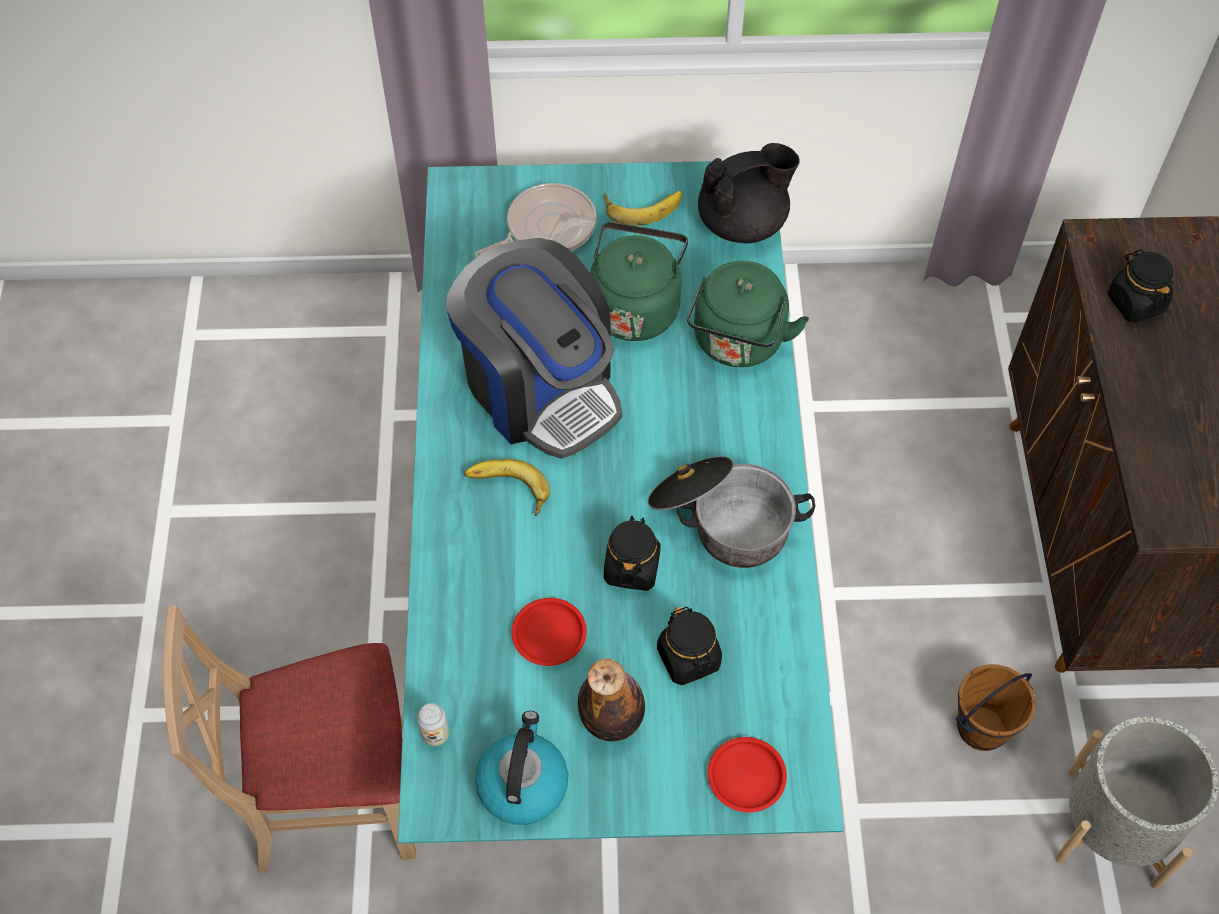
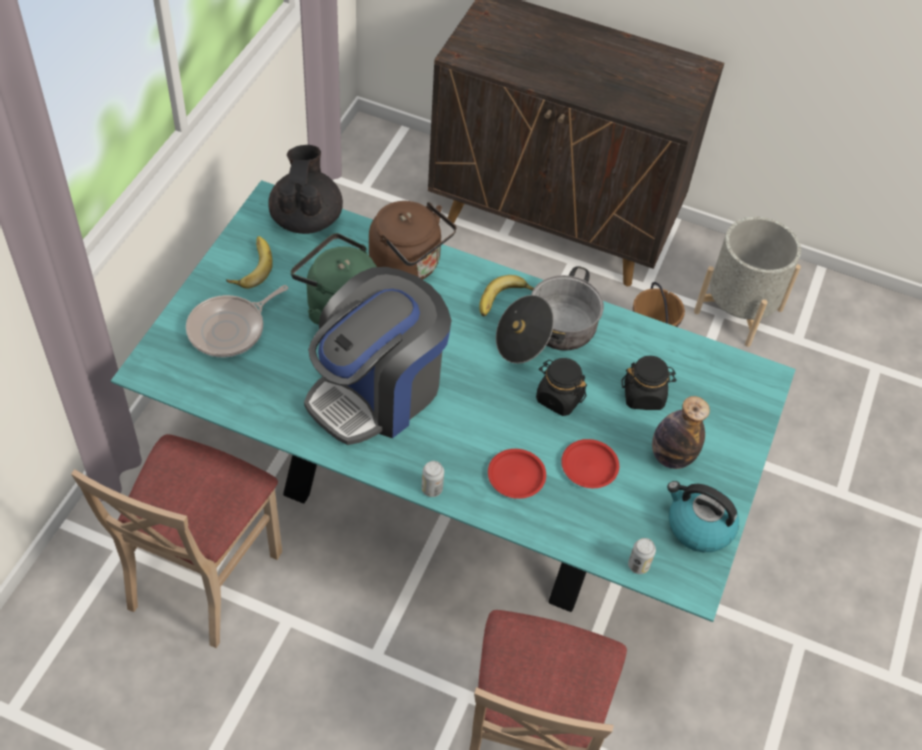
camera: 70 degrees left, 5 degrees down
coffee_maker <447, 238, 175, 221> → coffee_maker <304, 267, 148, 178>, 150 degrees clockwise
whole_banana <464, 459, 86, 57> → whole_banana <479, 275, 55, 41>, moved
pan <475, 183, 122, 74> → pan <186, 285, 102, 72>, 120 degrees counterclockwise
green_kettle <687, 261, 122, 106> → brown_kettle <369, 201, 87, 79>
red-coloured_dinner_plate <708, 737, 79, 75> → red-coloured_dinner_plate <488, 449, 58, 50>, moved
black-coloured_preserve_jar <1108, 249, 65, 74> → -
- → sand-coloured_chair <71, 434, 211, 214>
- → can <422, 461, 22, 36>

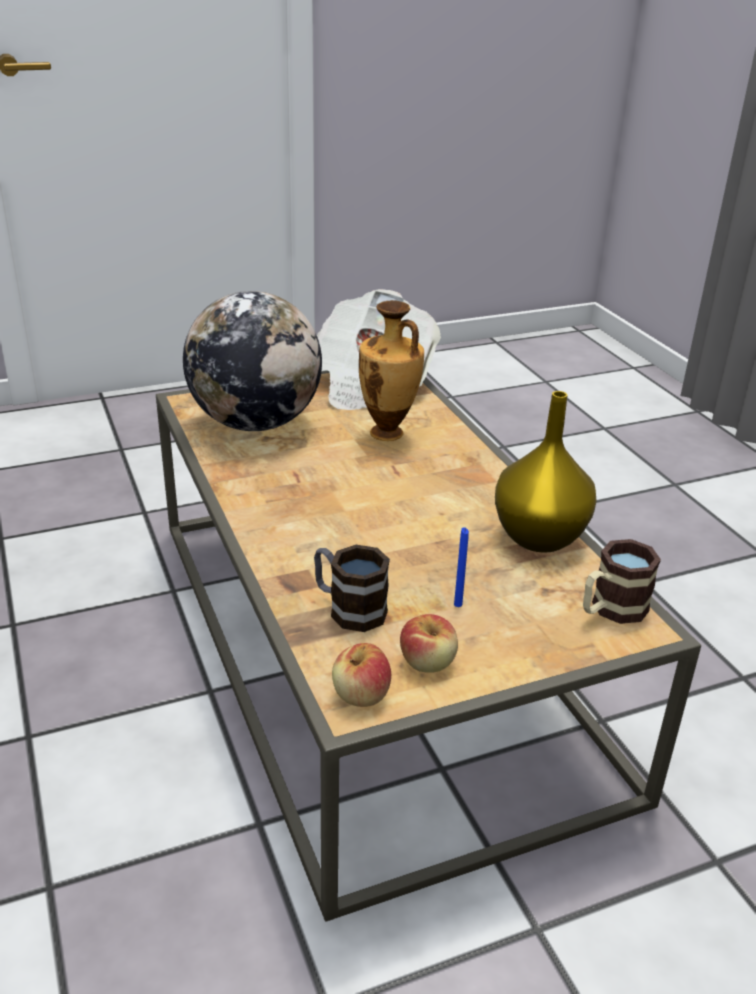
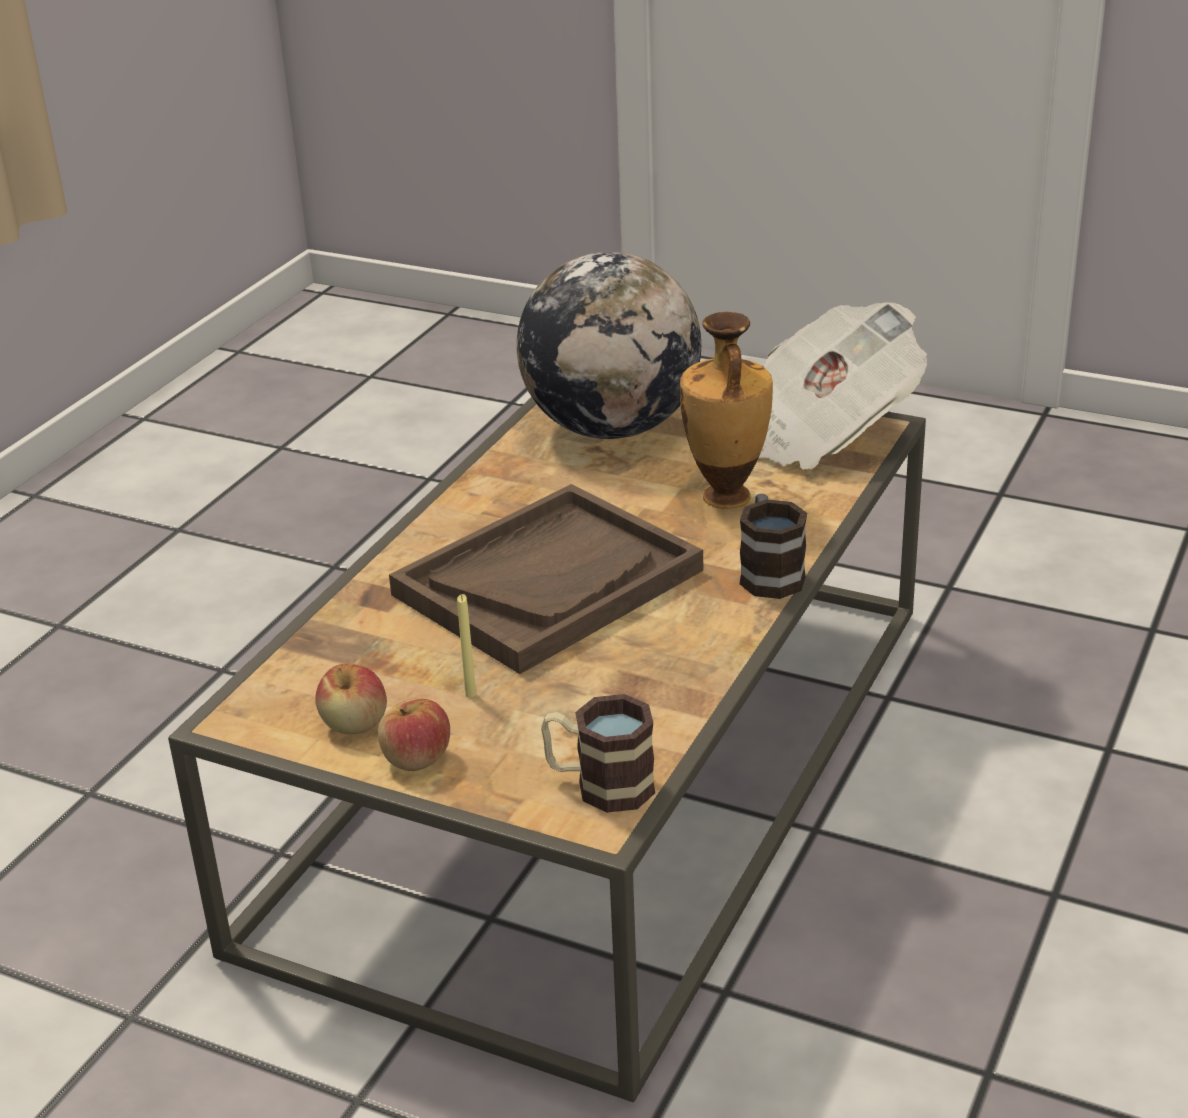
camera: 50 degrees right, 0 degrees up
mug <314, 545, 76, 87> → mug <740, 494, 67, 105>, moved
apple_fruit <332, 643, 59, 64> → apple_fruit <378, 698, 72, 73>, moved
blue-coloured_wax_light <454, 527, 15, 80> → yellow-coloured_wax_light <457, 594, 19, 104>
yellow-coloured_vase <495, 391, 102, 162> → -
- → brown_tray <389, 484, 314, 190>

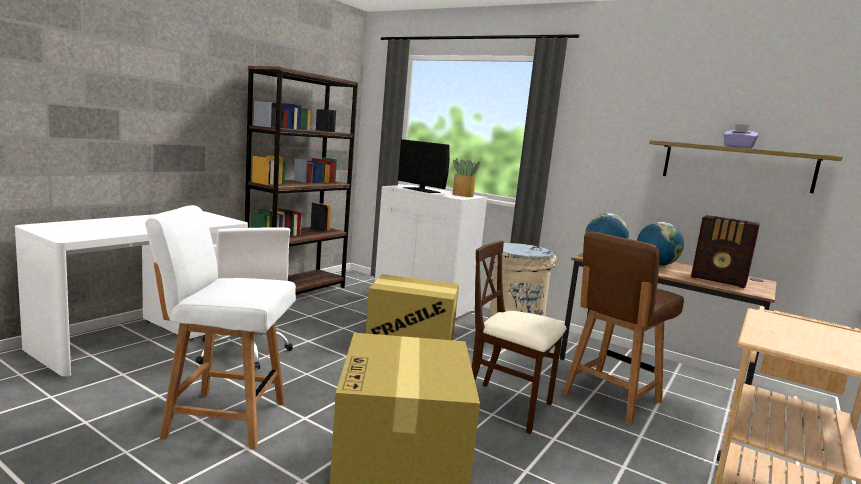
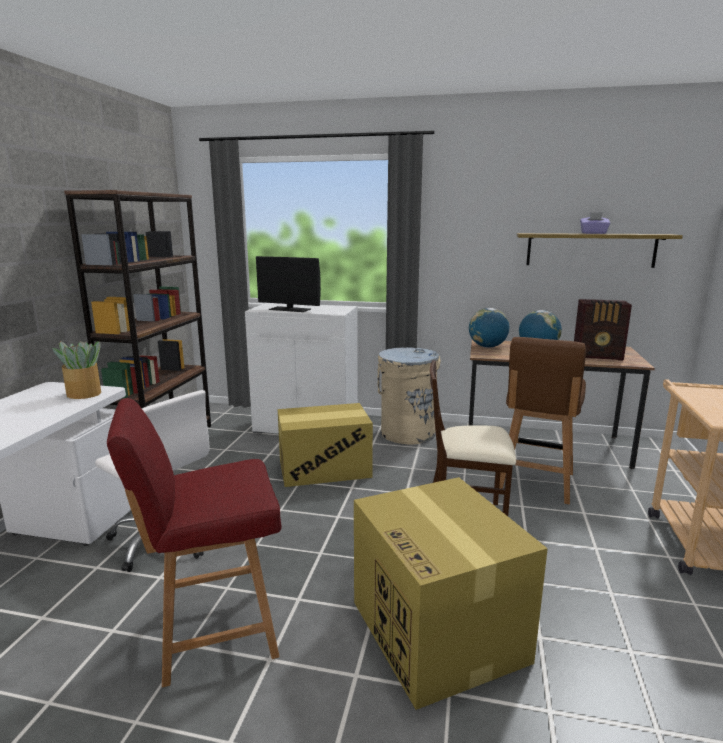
camera: 20 degrees left, 5 degrees up
whitish_chair <145, 205, 151, 244> → red-coloured_chair <107, 398, 175, 289>
potted_plant <453, 158, 28, 39> → potted_plant <52, 341, 49, 58>, moved

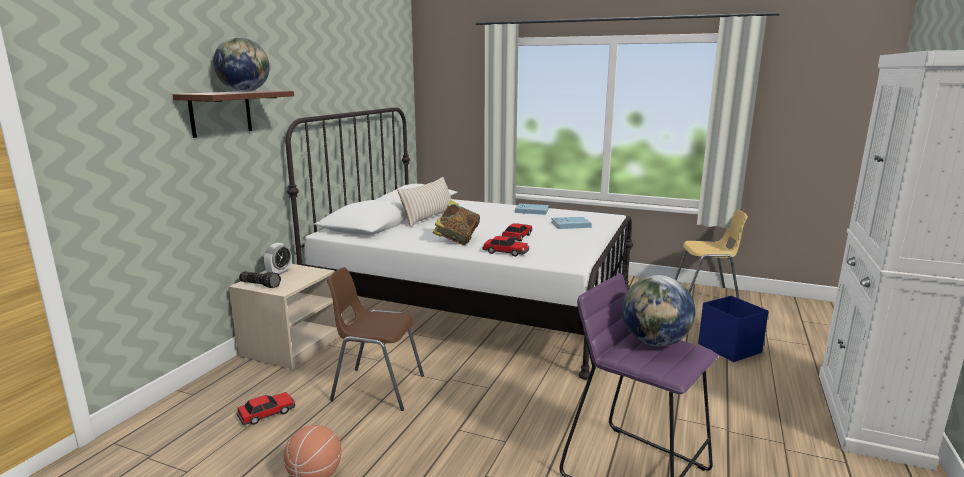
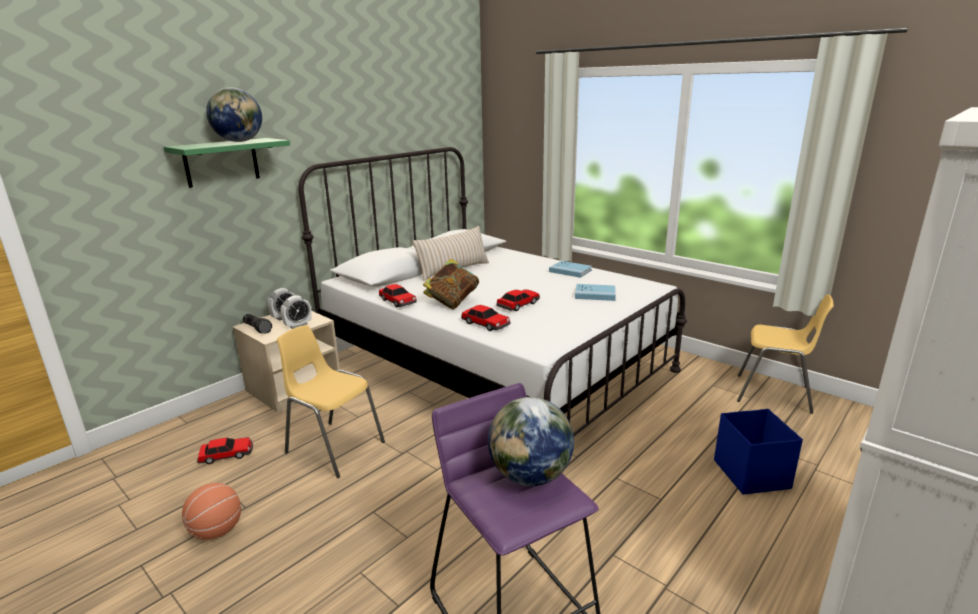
camera: 20 degrees right, 5 degrees up
brown_shelf <172, 91, 122, 47> → green_shelf <164, 138, 126, 50>
brown_chair <327, 267, 97, 144> → yellow-coloured_chair <277, 325, 108, 153>
- → bedside_clock <280, 295, 32, 34>
- → toy_car <379, 284, 38, 23>

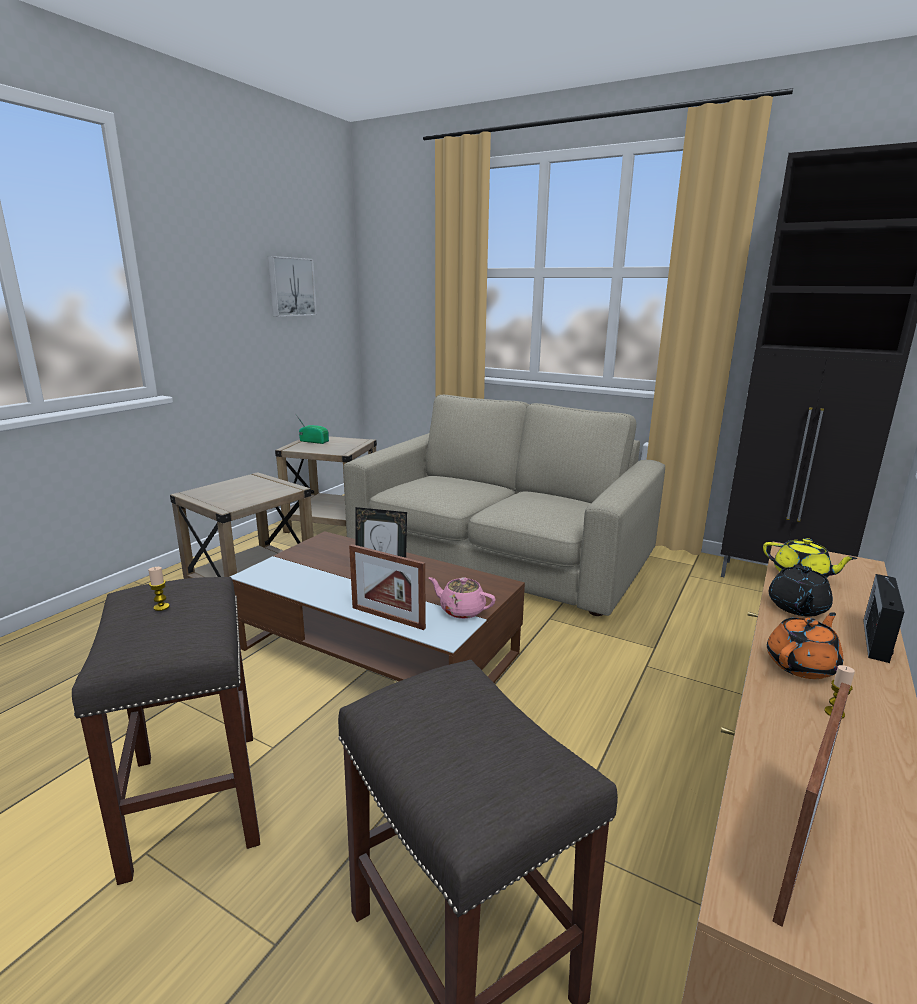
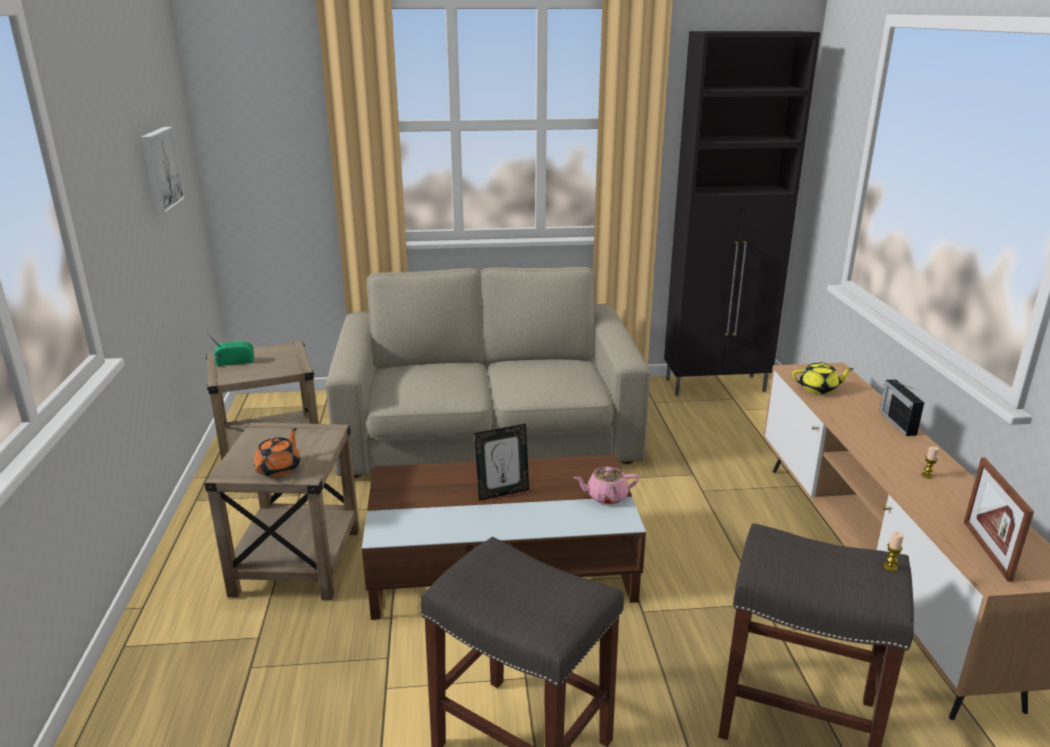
camera: 35 degrees left, 5 degrees up
wax_light <148, 567, 22, 44> → wax_light <883, 532, 21, 40>, moved
picture_frame <349, 544, 77, 86> → -
orange_teapot <767, 612, 76, 67> → orange_teapot <254, 428, 46, 49>, moved
black-coloured_teapot <769, 565, 64, 52> → -

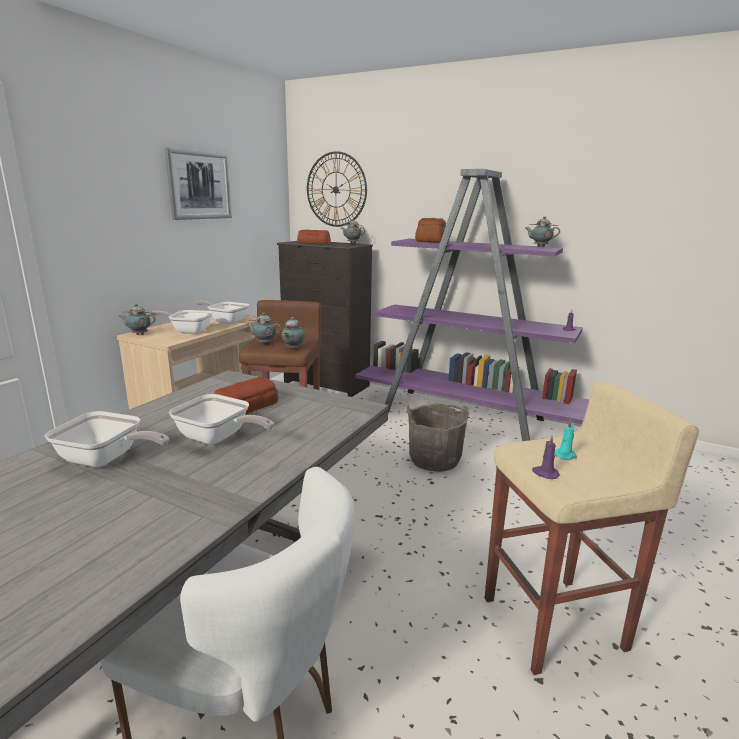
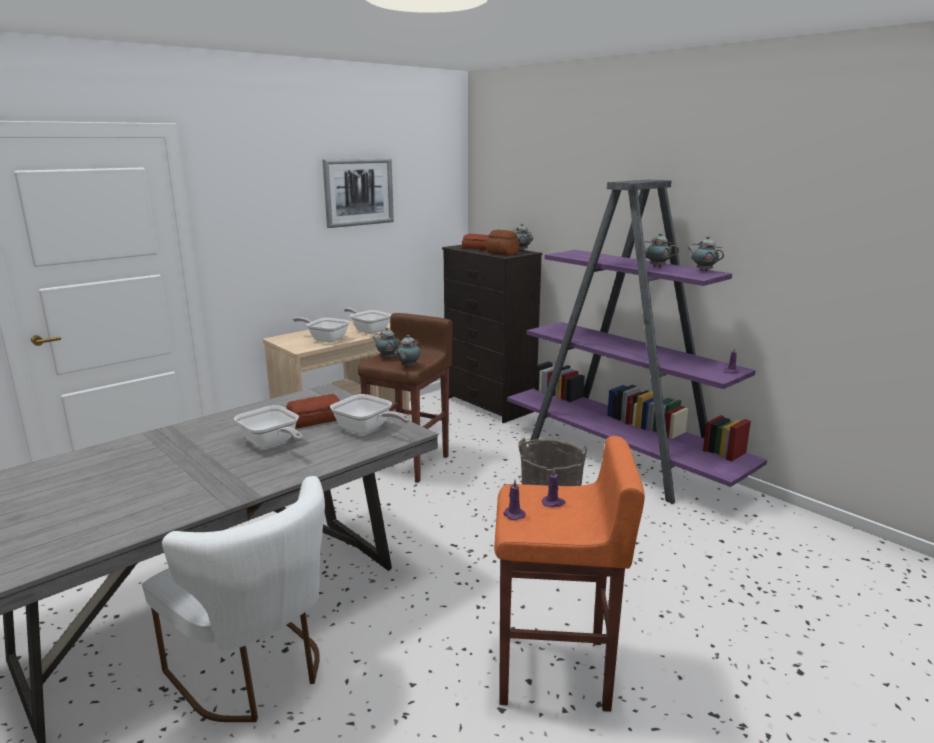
camera: 20 degrees right, 0 degrees up
pan <45, 411, 124, 56> → pan <330, 394, 80, 40>, moved
teapot <119, 304, 37, 31> → teapot <644, 233, 35, 35>, moved
hanging_clock <307, 151, 60, 76> → -
bread <415, 218, 31, 25> → bread <486, 230, 33, 25>, moved
sand-coloured_sitting_stool <485, 381, 214, 294> → orange_sitting_stool <494, 436, 151, 276>
turquoise_wax_light <555, 419, 22, 41> → purple-coloured_wax_light <542, 468, 23, 39>

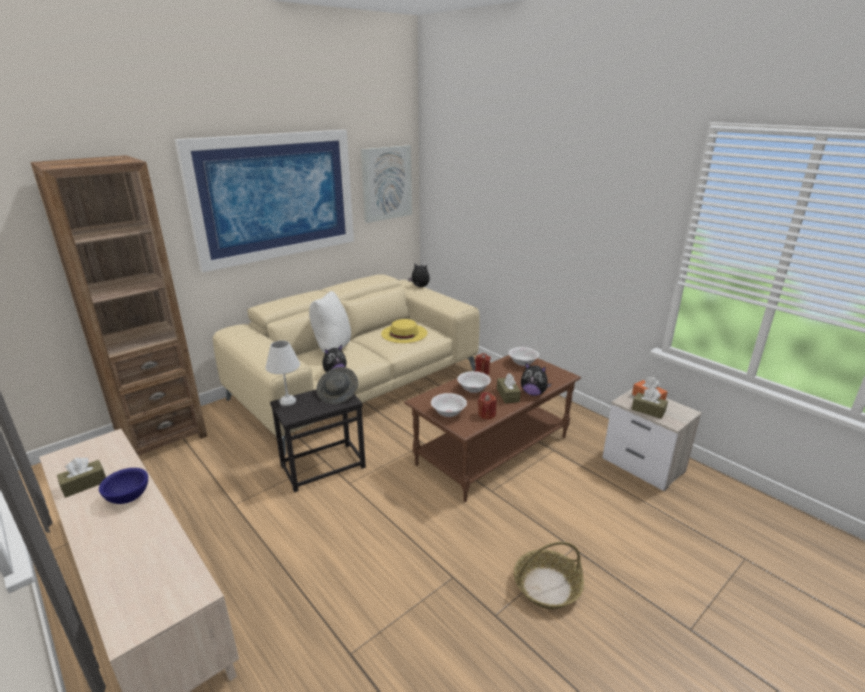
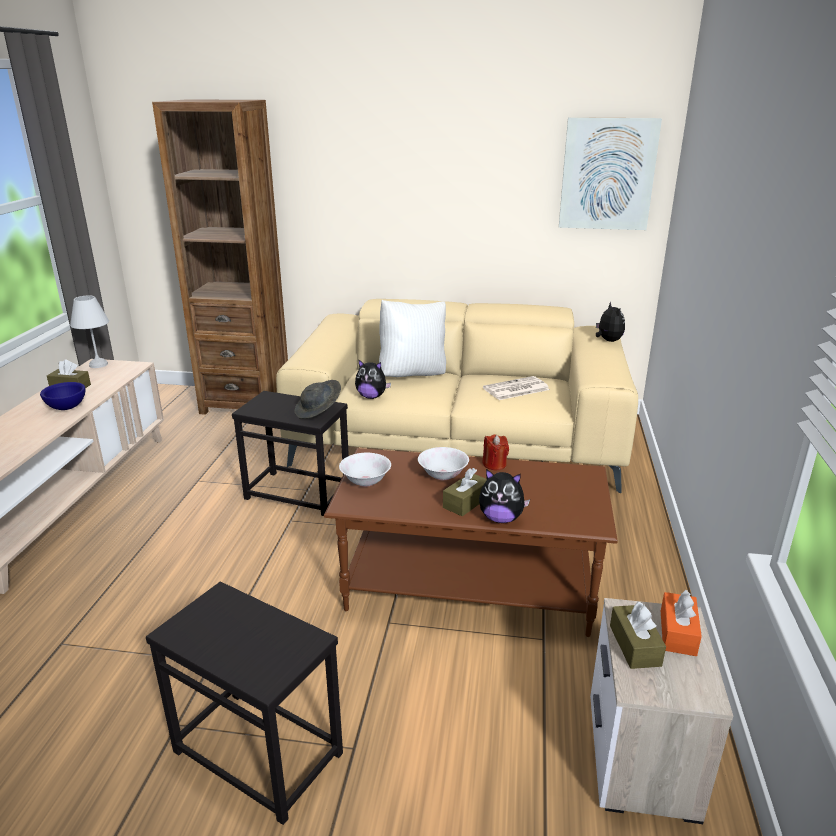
camera: 50 degrees right, 0 degrees up
wall_picture <174, 130, 180, 142> → -
whitish_tabletop_lamp <265, 340, 35, 66> → whitish_tabletop_lamp <70, 296, 39, 72>, moved
yellow-coloured_hat <381, 319, 46, 24> → daily_paper <483, 376, 67, 24>
red-coloured_wax_light <478, 392, 19, 28> → -
whitish_deep_dish <508, 347, 31, 19> → -
basket <514, 542, 70, 67> → black-coloured_end_table <146, 581, 197, 244>
plush_toy <521, 363, 31, 33> → plush_toy <479, 469, 51, 54>, 60 degrees counterclockwise

